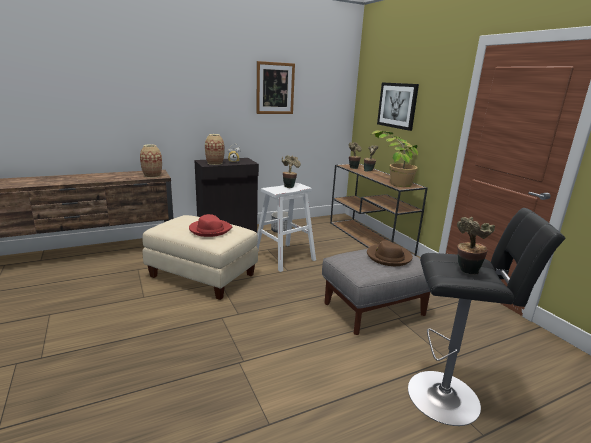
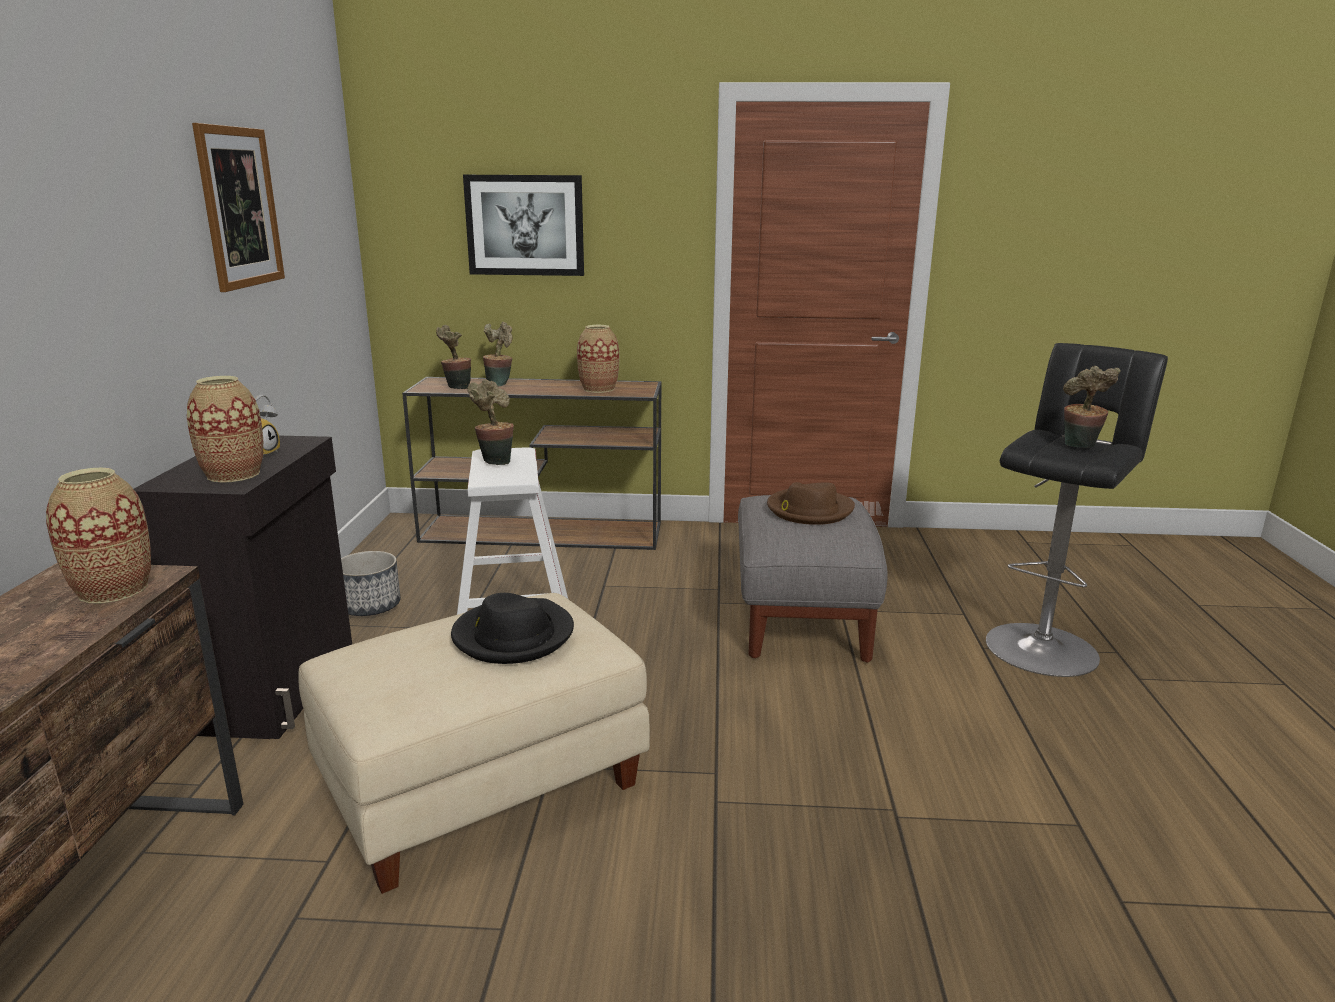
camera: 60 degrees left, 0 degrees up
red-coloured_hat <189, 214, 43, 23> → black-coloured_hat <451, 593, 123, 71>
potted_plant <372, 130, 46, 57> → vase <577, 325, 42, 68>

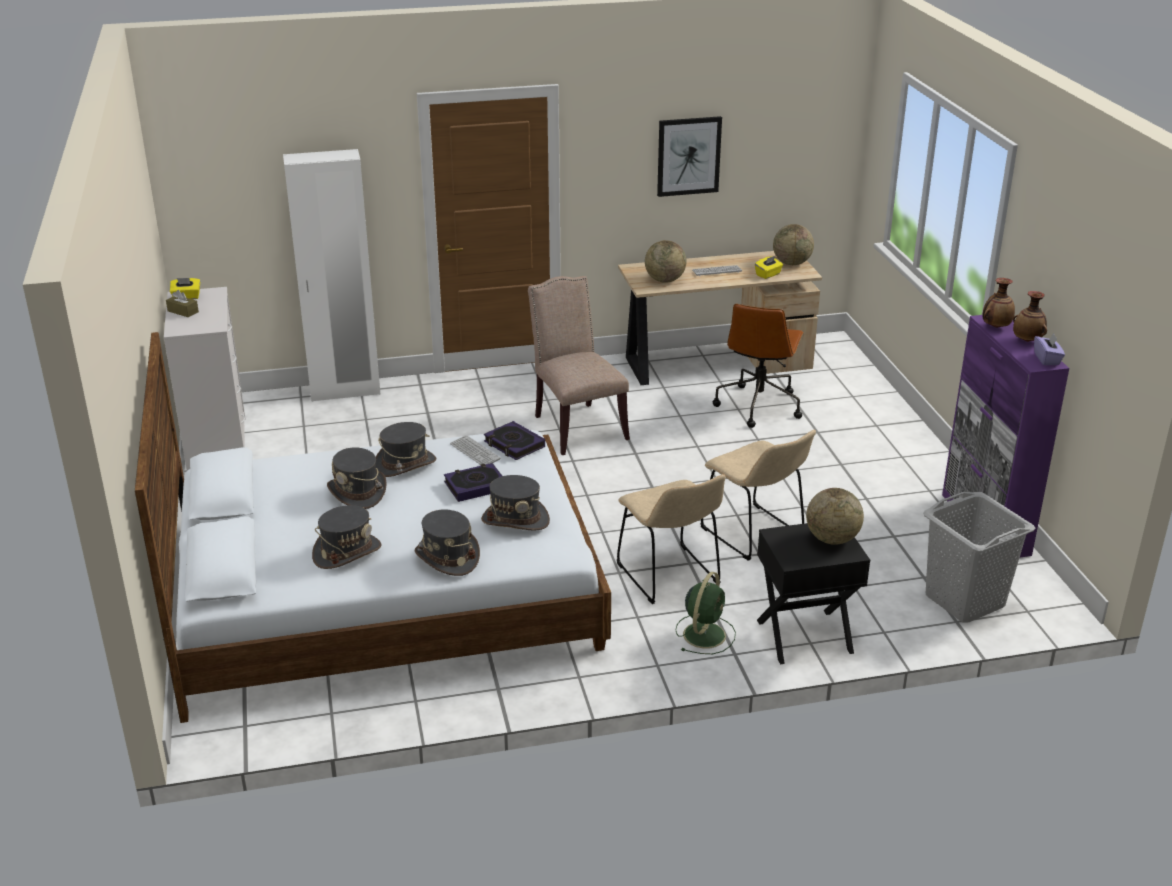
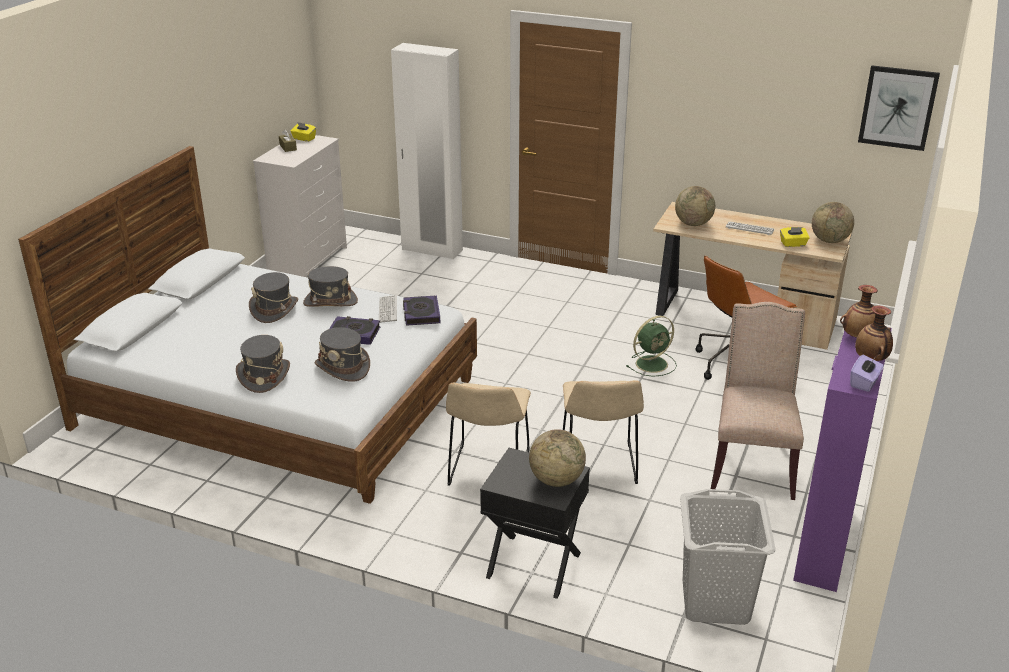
camera: 35 degrees right, 0 degrees up
grey_hat <312, 505, 69, 64> → -
sand-coloured_chair <528, 276, 102, 179> → sand-coloured_chair <711, 302, 94, 198>, moved
wall_picture <657, 116, 65, 81> → wall_picture <858, 65, 82, 86>, moved
green_cooling_fan <676, 572, 60, 82> → green_cooling_fan <626, 316, 51, 61>, moved

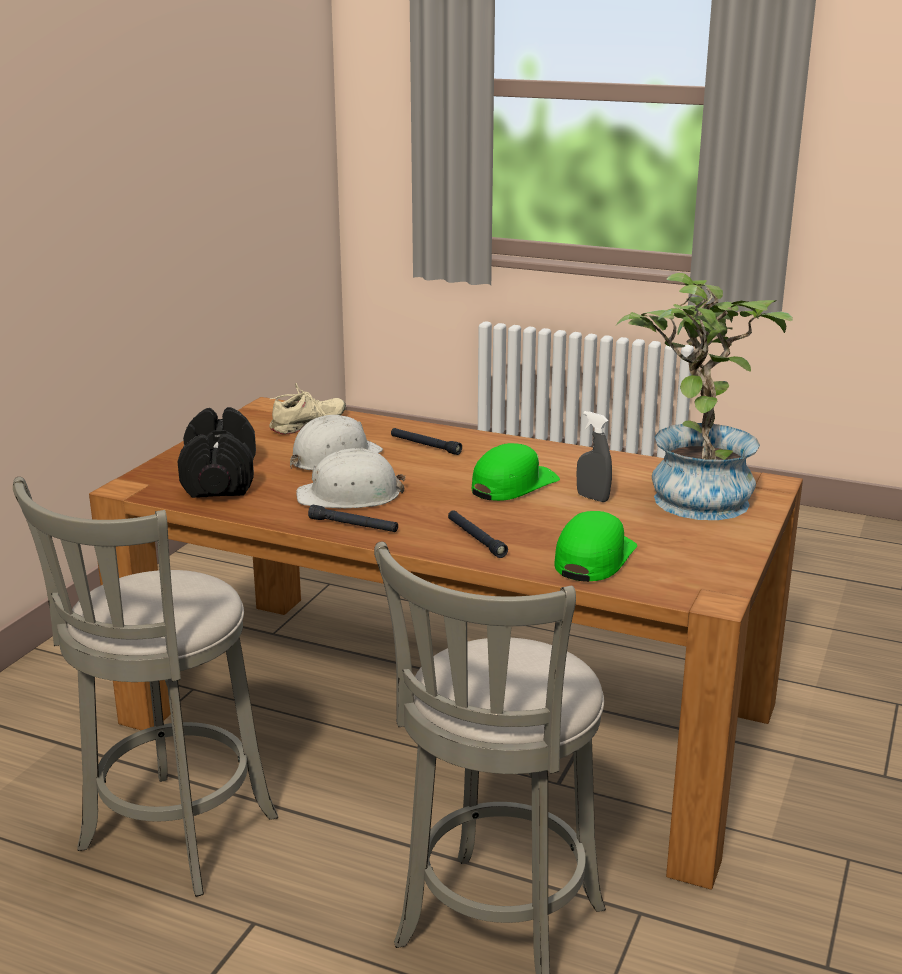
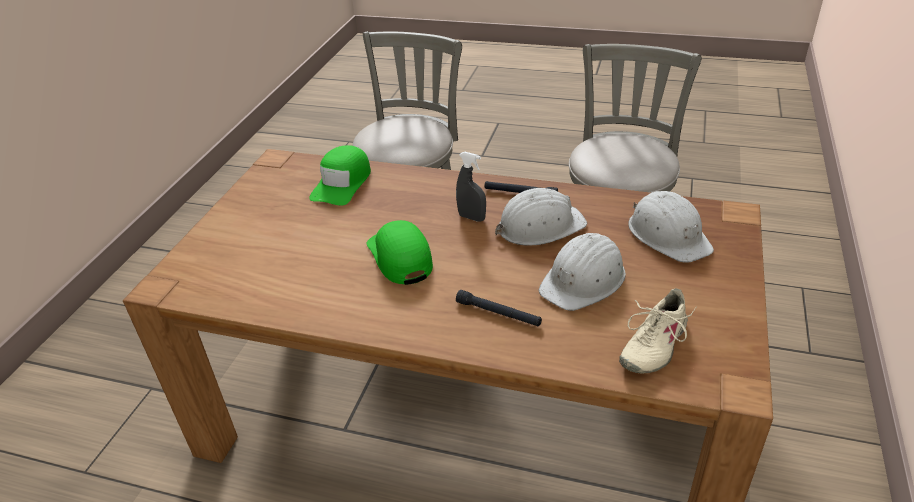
camera: 175 degrees right, 15 degrees up
black-coloured_hand_weight <178, 407, 78, 91> → whitish_hard_hat <628, 191, 86, 72>
black-coloured_hand_torch <448, 510, 60, 48> → -
green_cap <472, 443, 88, 58> → green_cap <367, 220, 66, 65>, 120 degrees clockwise
grey_hand_sprayer <577, 411, 35, 91> → grey_hand_sprayer <456, 152, 30, 70>, moved
potted_plant <616, 273, 177, 247> → -

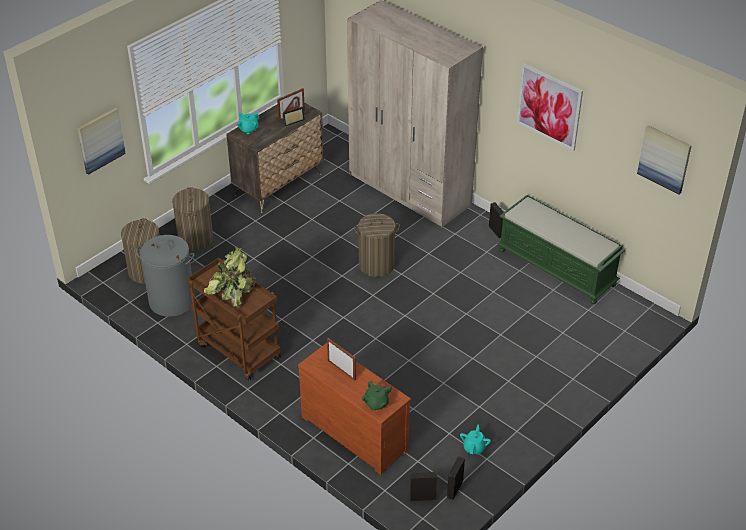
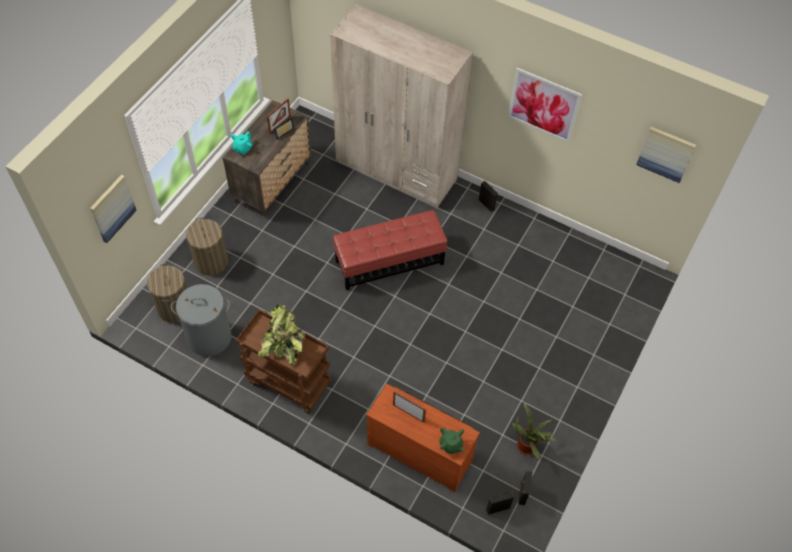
camera: 15 degrees left, 15 degrees up
hamper <354, 213, 46, 64> → red-coloured_pouffe <333, 210, 114, 81>
turquoise_teapot <460, 424, 31, 31> → potted_plant <512, 402, 46, 57>
green_long_seat <497, 195, 128, 109> → -

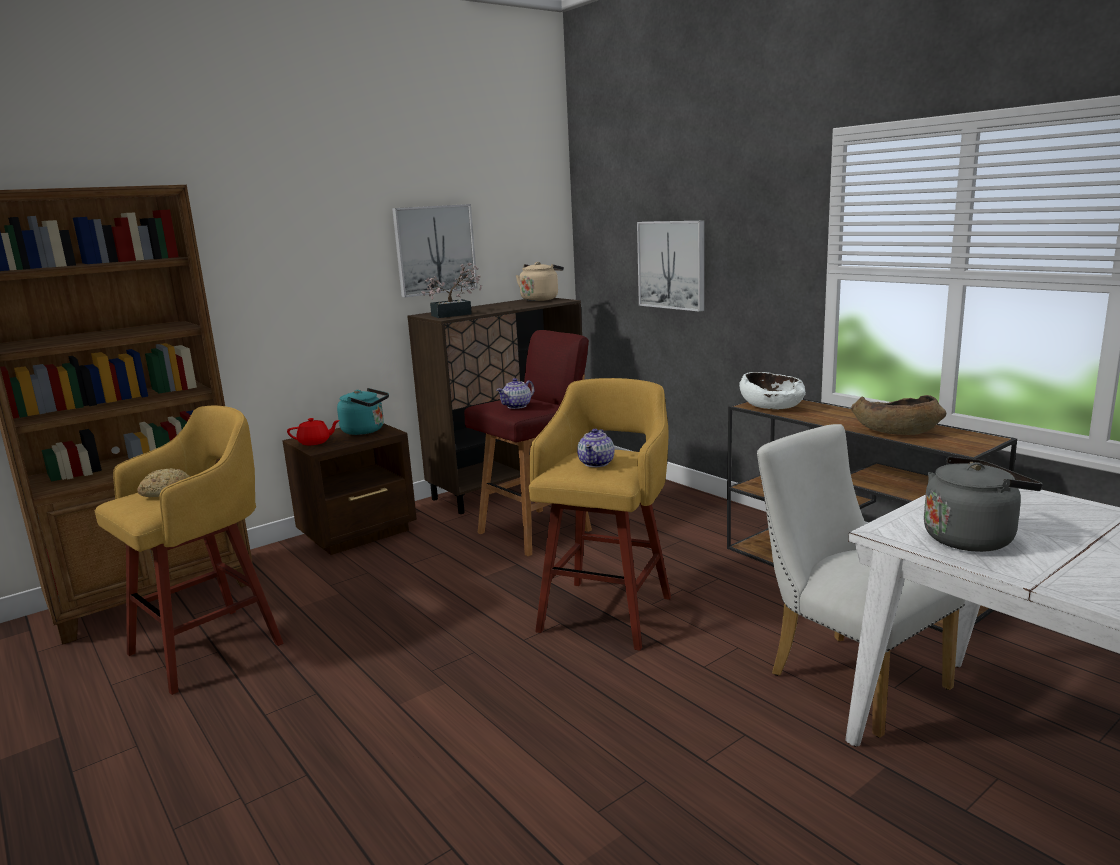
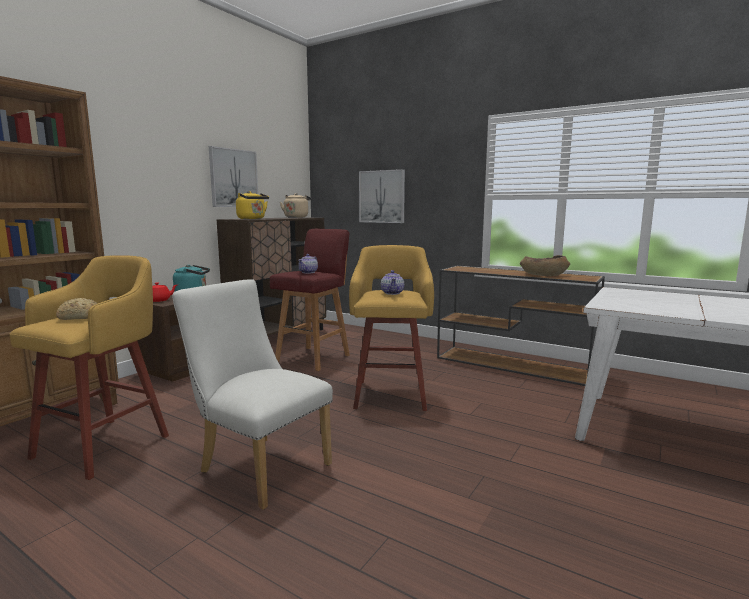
camera: 20 degrees left, 5 degrees down
potted_plant <421, 262, 61, 56> → yellow-coloured_kettle <236, 191, 33, 28>
whitish_deep_dish <739, 372, 67, 37> → -
whitish_chair <757, 424, 208, 314> → whitish_chair <172, 279, 161, 231>, moved
grey_kettle <924, 457, 119, 95> → -

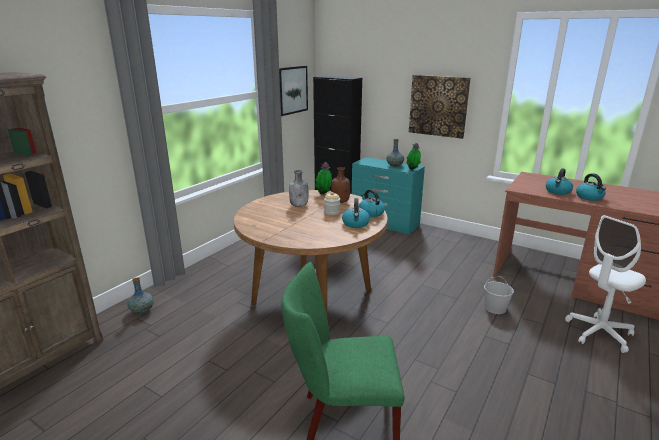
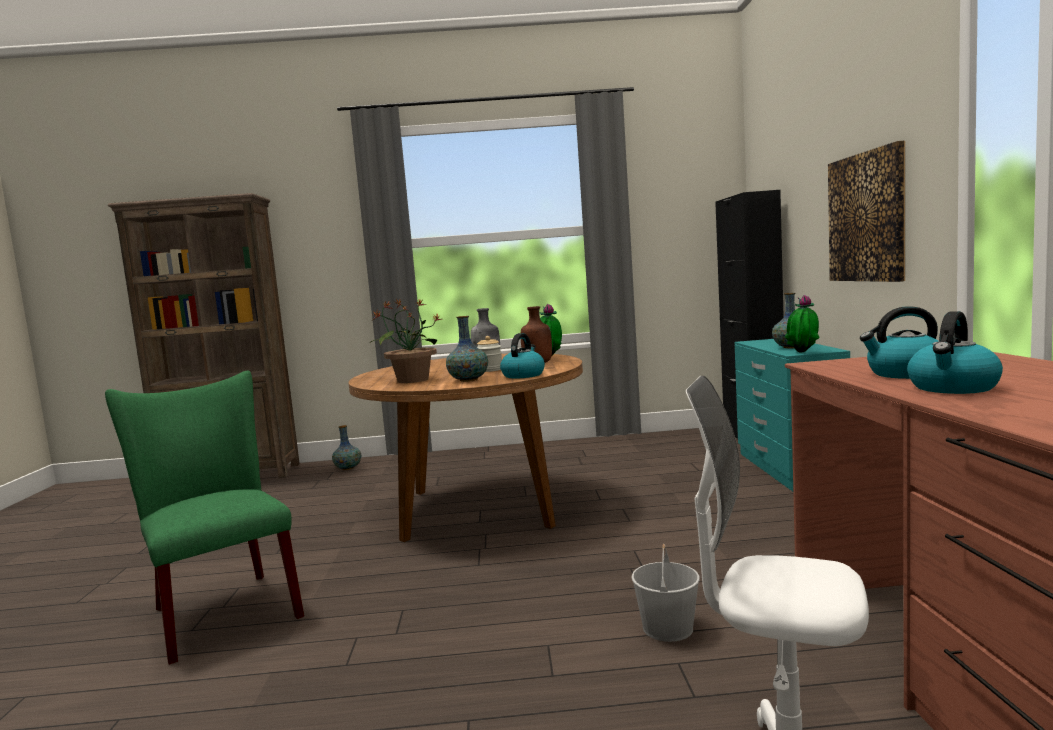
camera: 55 degrees right, 15 degrees down
wall_picture <279, 66, 29, 50> → -
kettle <342, 198, 28, 30> → vase <446, 316, 42, 66>
- → potted_plant <371, 299, 70, 84>

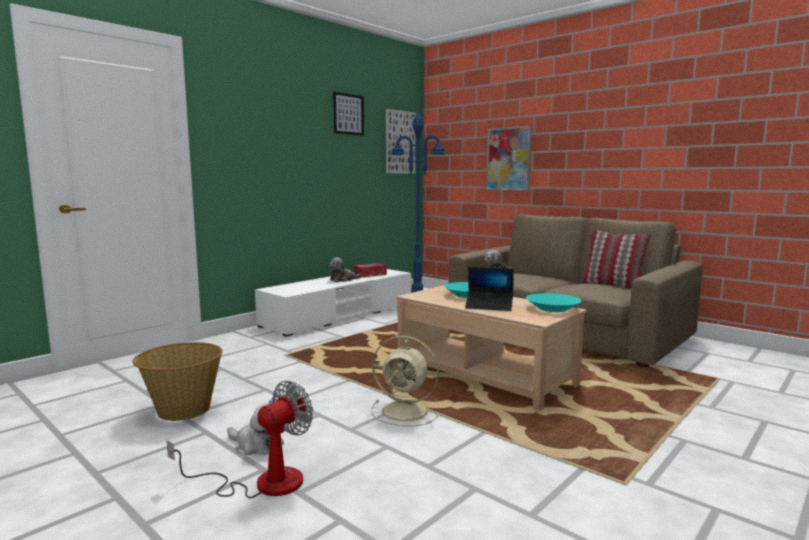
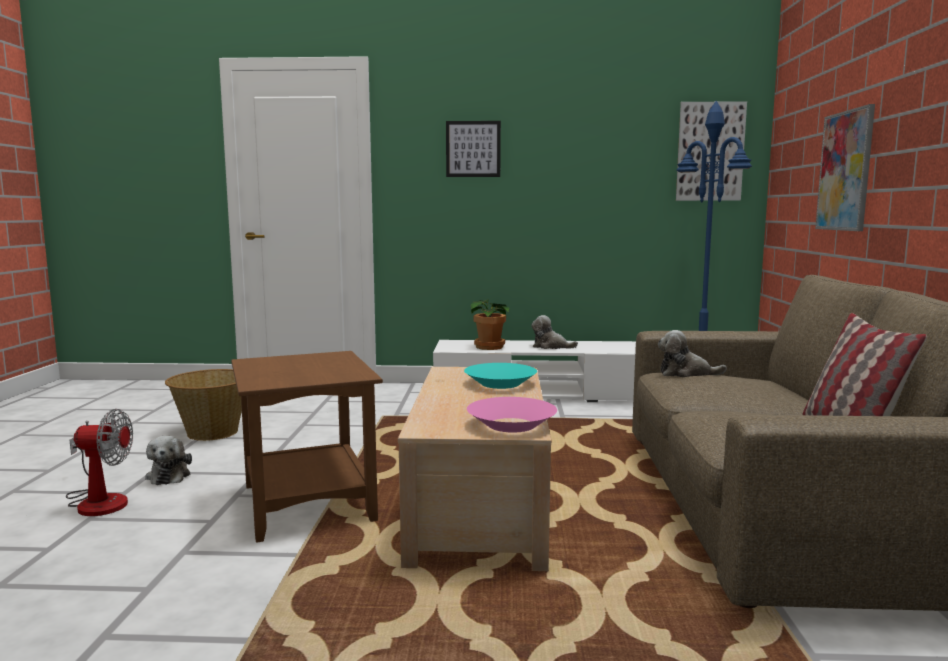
camera: 50 degrees right, 0 degrees up
wall_picture <333, 92, 31, 44> → wall_picture <446, 121, 55, 56>, moved
tissue_holder <354, 263, 33, 14> → -
sand-coloured_cooling_fan <371, 336, 68, 90> → brown_end_table <231, 351, 152, 192>
notebook_computer <465, 267, 49, 44> → -
turquoise_deep_dish <526, 293, 56, 19> → pink-coloured_deep_dish <467, 397, 90, 36>
- → potted_plant <471, 300, 38, 50>

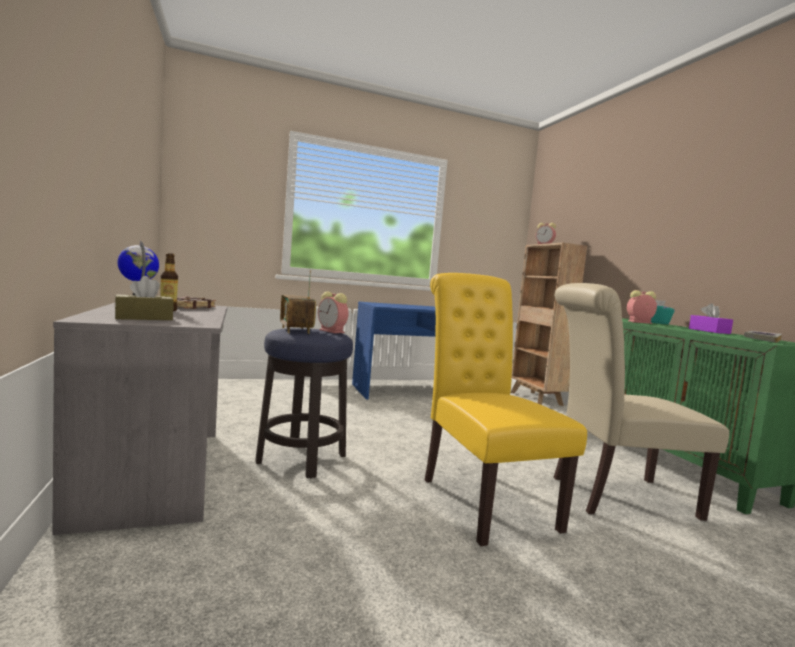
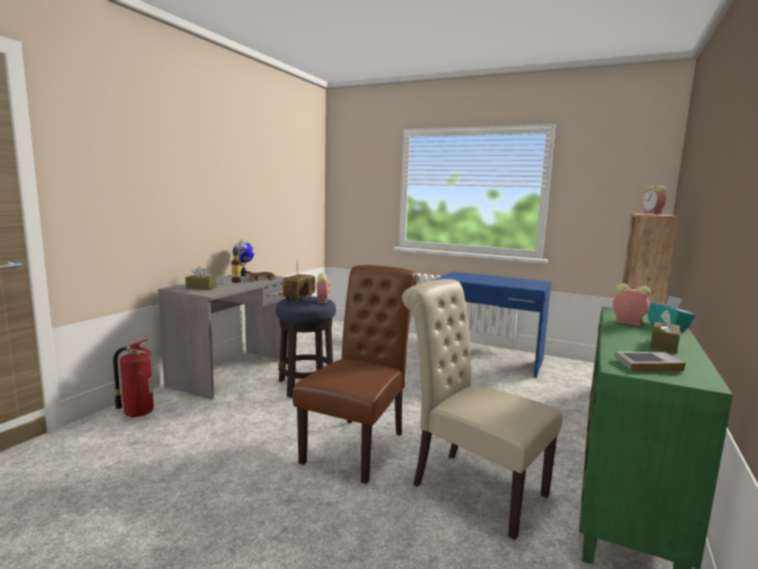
camera: 45 degrees right, 5 degrees up
yellow-coloured_chair <425, 273, 162, 273> → brown_chair <293, 265, 125, 219>
purple-coloured_tissue_holder <689, 303, 44, 31> → brown_tissue_holder <650, 310, 30, 43>
- → fire_extinguisher <113, 339, 41, 79>

